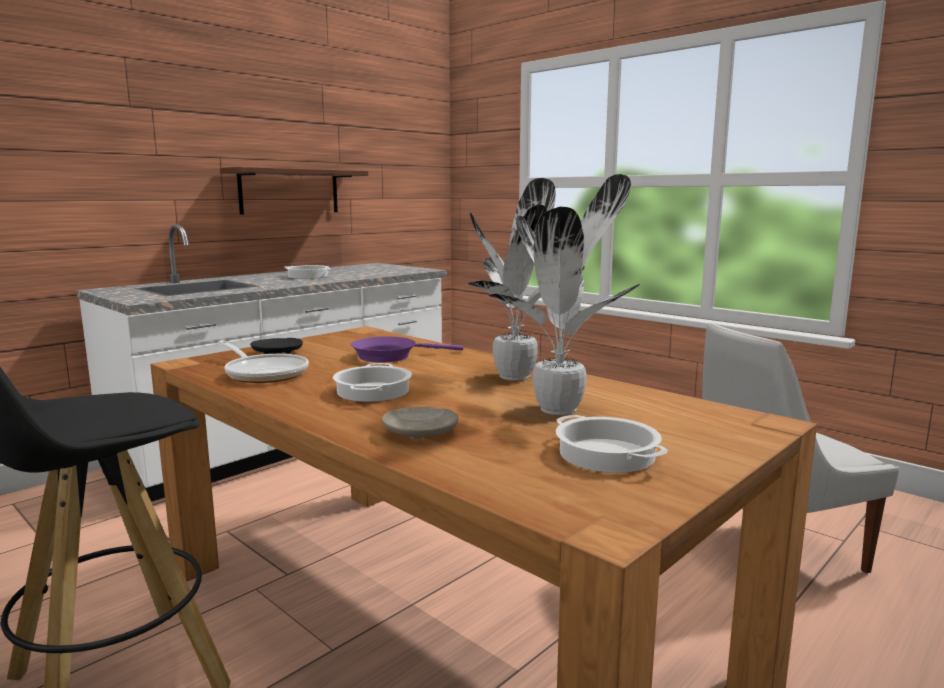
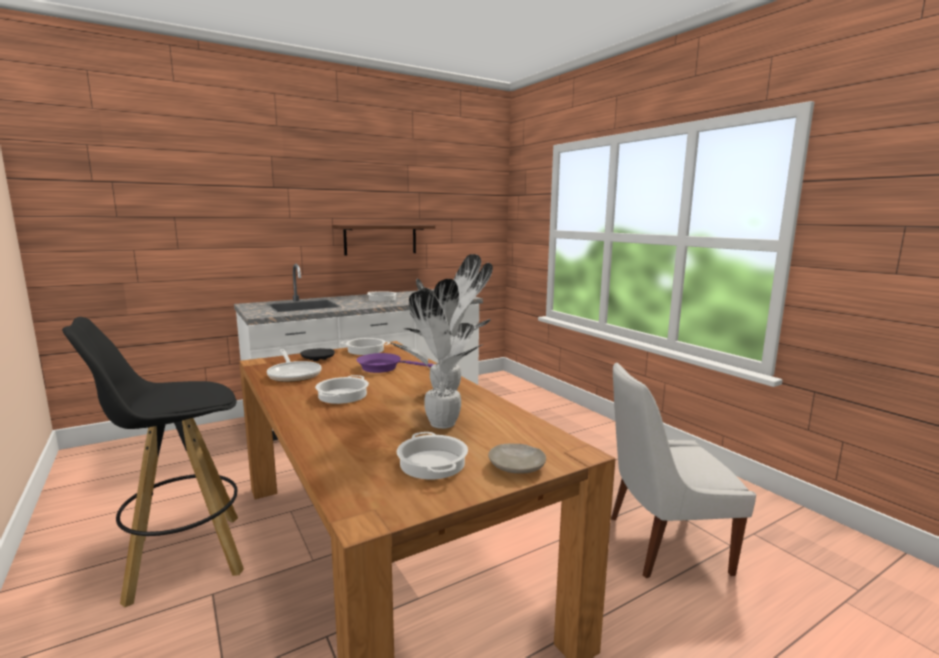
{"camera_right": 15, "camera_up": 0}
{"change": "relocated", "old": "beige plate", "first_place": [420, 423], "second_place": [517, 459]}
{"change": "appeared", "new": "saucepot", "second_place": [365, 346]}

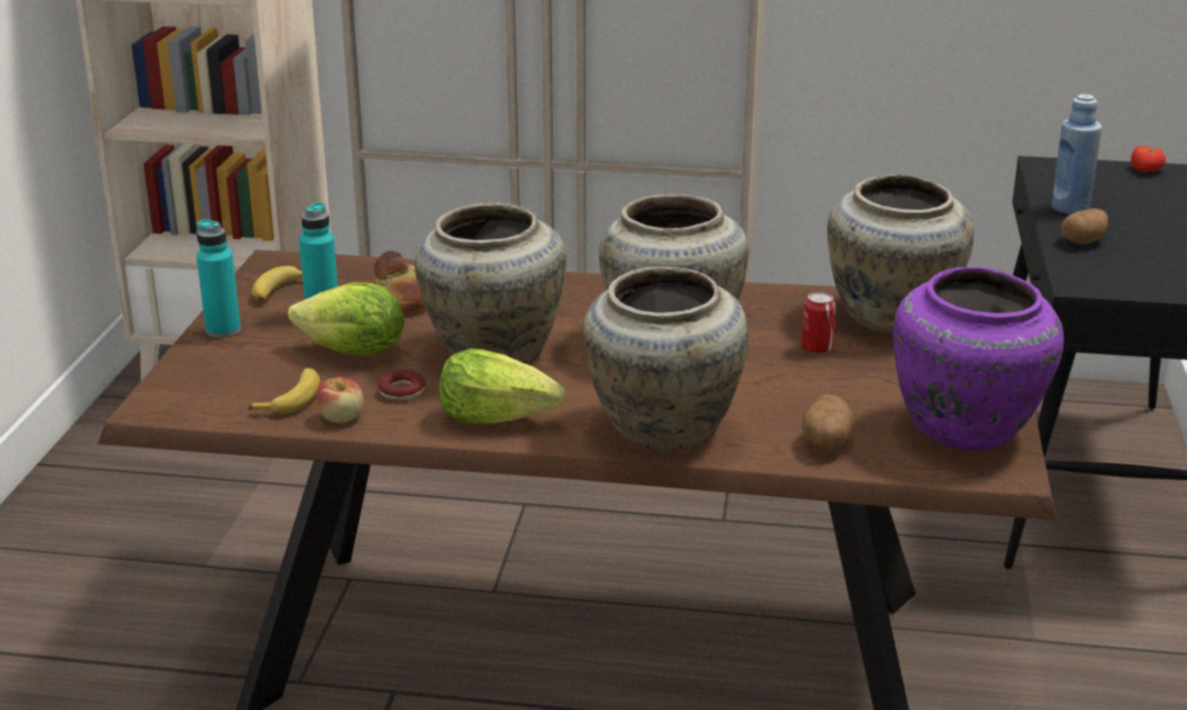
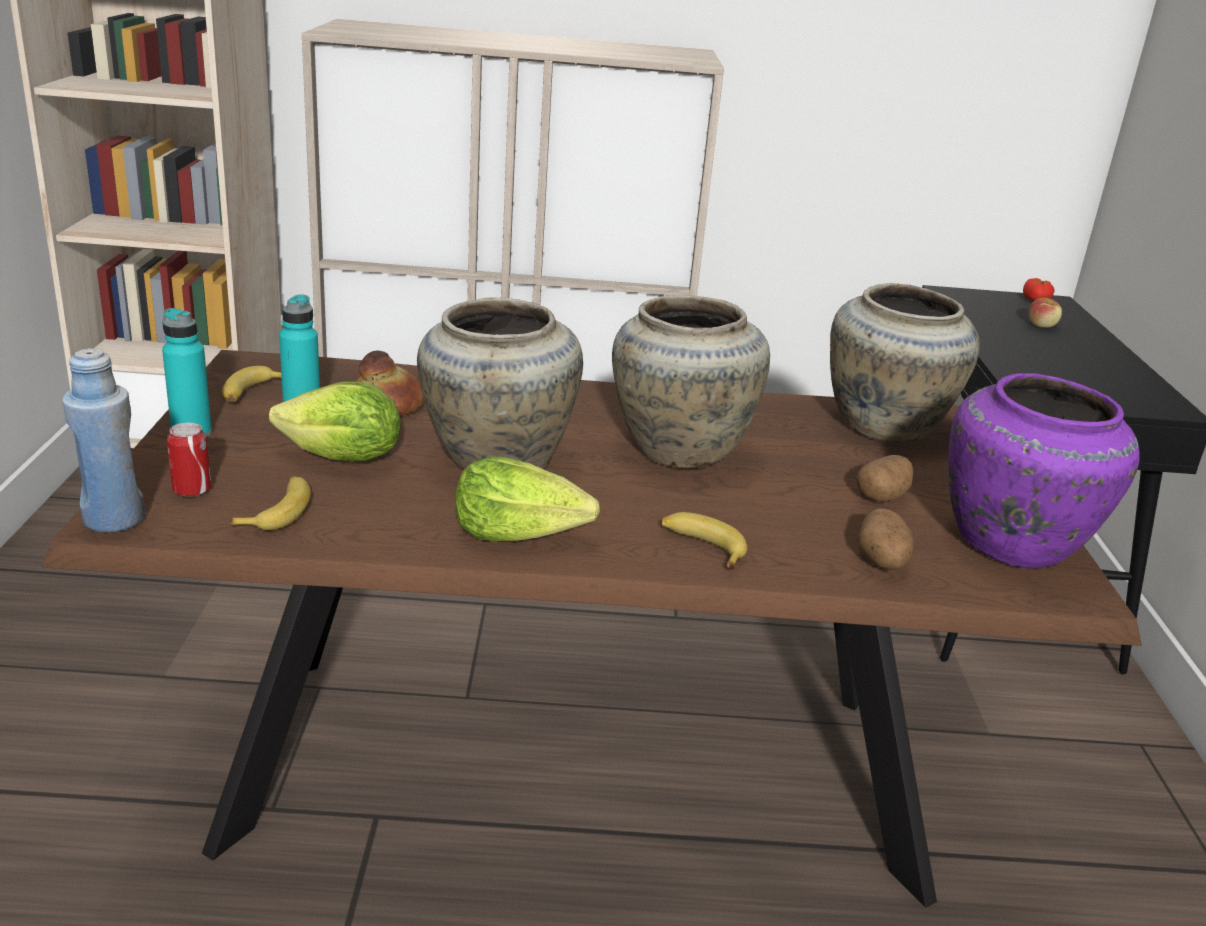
{"camera_right": -10, "camera_up": 0}
{"change": "relocated", "old": "whole apple", "first_place": [340, 400], "second_place": [1045, 312]}
{"change": "missing", "old": "donut", "first_place": [401, 385]}
{"change": "exchanged", "old": "beige decorative vase", "new": "banana", "first_place": [665, 359], "second_place": [704, 540]}
{"change": "relocated", "old": "metal can", "first_place": [818, 323], "second_place": [189, 460]}
{"change": "relocated", "old": "blue-coloured bottle", "first_place": [1076, 154], "second_place": [103, 440]}
{"change": "relocated", "old": "whole potato", "first_place": [1084, 226], "second_place": [884, 478]}

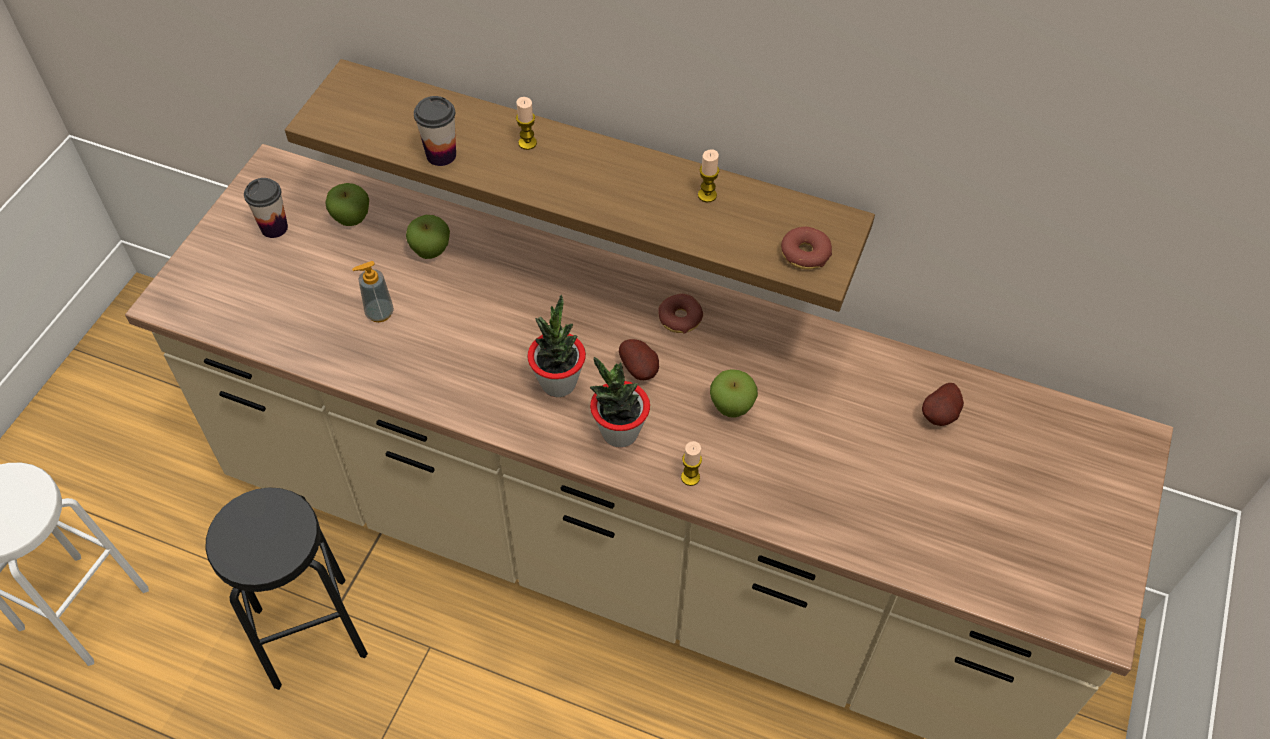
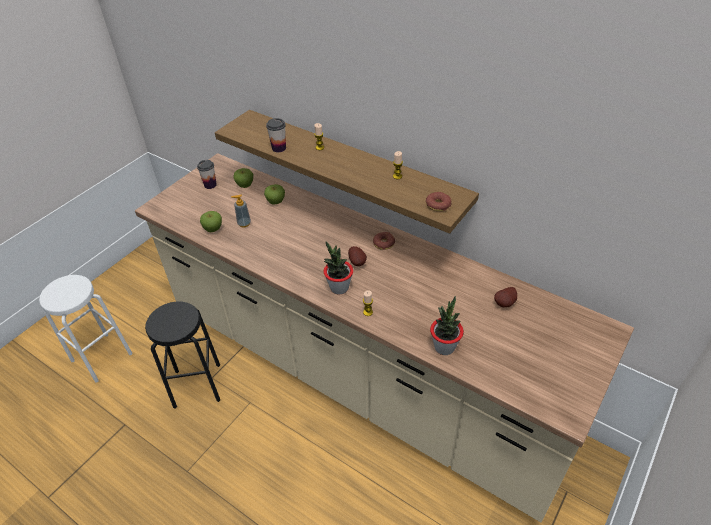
{"camera_right": 15, "camera_up": -10}
{"change": "relocated", "old": "plant in a pot", "first_place": [556, 346], "second_place": [447, 325]}
{"change": "relocated", "old": "whole apple", "first_place": [734, 393], "second_place": [211, 221]}

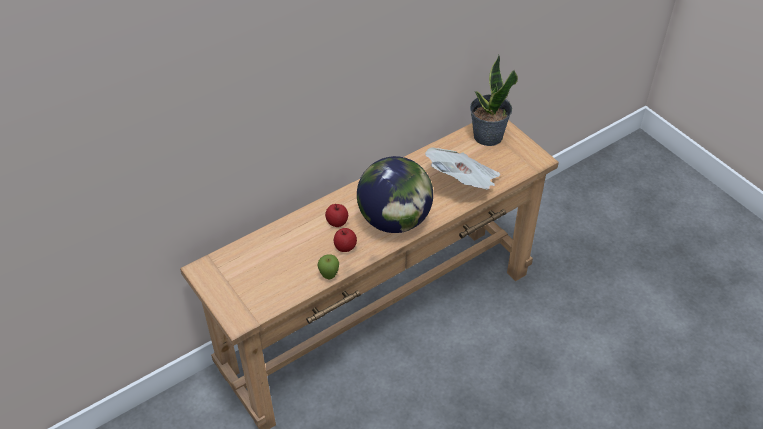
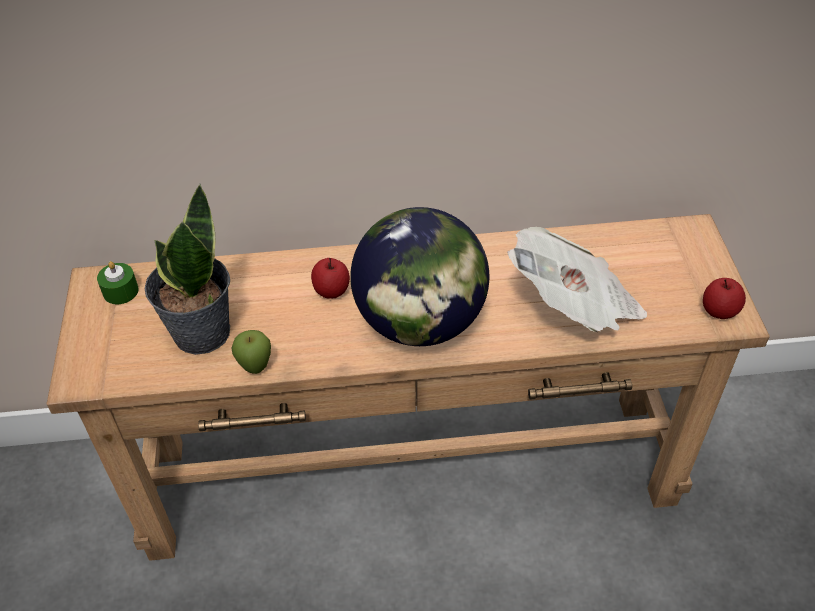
{"camera_right": 30, "camera_up": 0}
{"change": "relocated", "old": "whole apple", "first_place": [345, 240], "second_place": [724, 298]}
{"change": "relocated", "old": "plant in a pot", "first_place": [494, 100], "second_place": [187, 269]}
{"change": "appeared", "new": "green-coloured wax light", "second_place": [118, 282]}

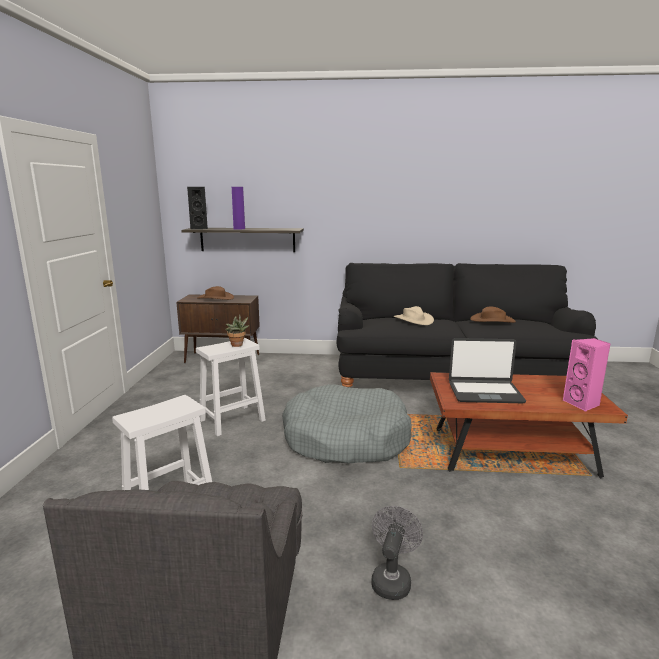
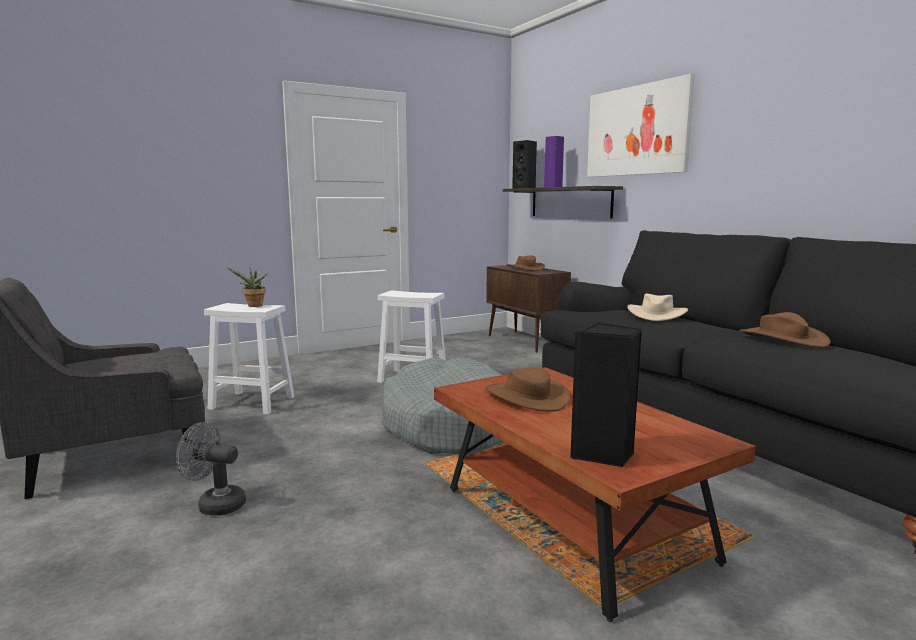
{"camera_right": 55, "camera_up": -5}
{"change": "relocated", "old": "plant in a pot", "first_place": [237, 331], "second_place": [247, 286]}
{"change": "spun", "old": "grey fan", "first_place": [397, 553], "second_place": [211, 468], "degrees": -150}
{"change": "exchanged", "old": "notebook computer", "new": "brown hat", "first_place": [487, 370], "second_place": [528, 389]}
{"change": "colour", "old": "pink-coloured speaker", "new": "black-coloured speaker", "first_place": [587, 375], "second_place": [606, 394]}
{"change": "appeared", "new": "wall art", "second_place": [641, 125]}

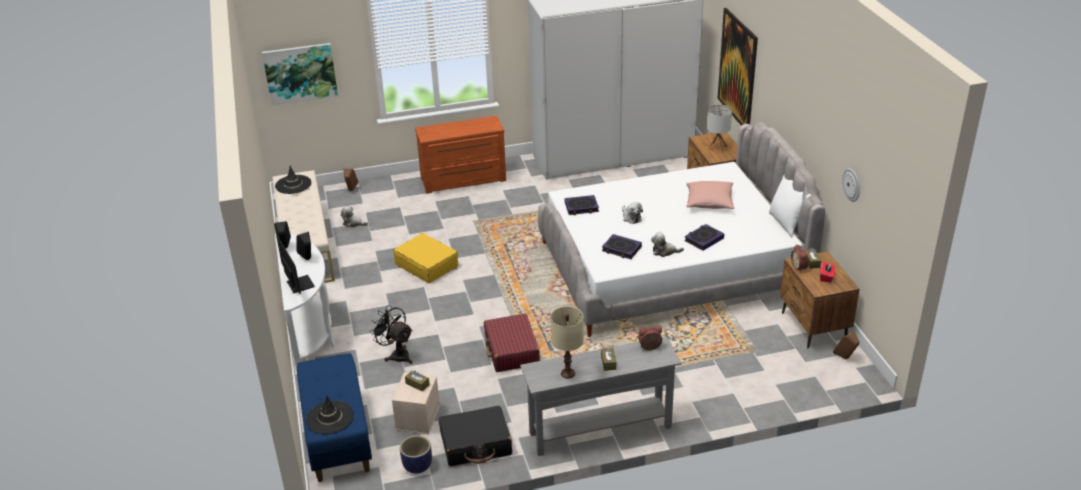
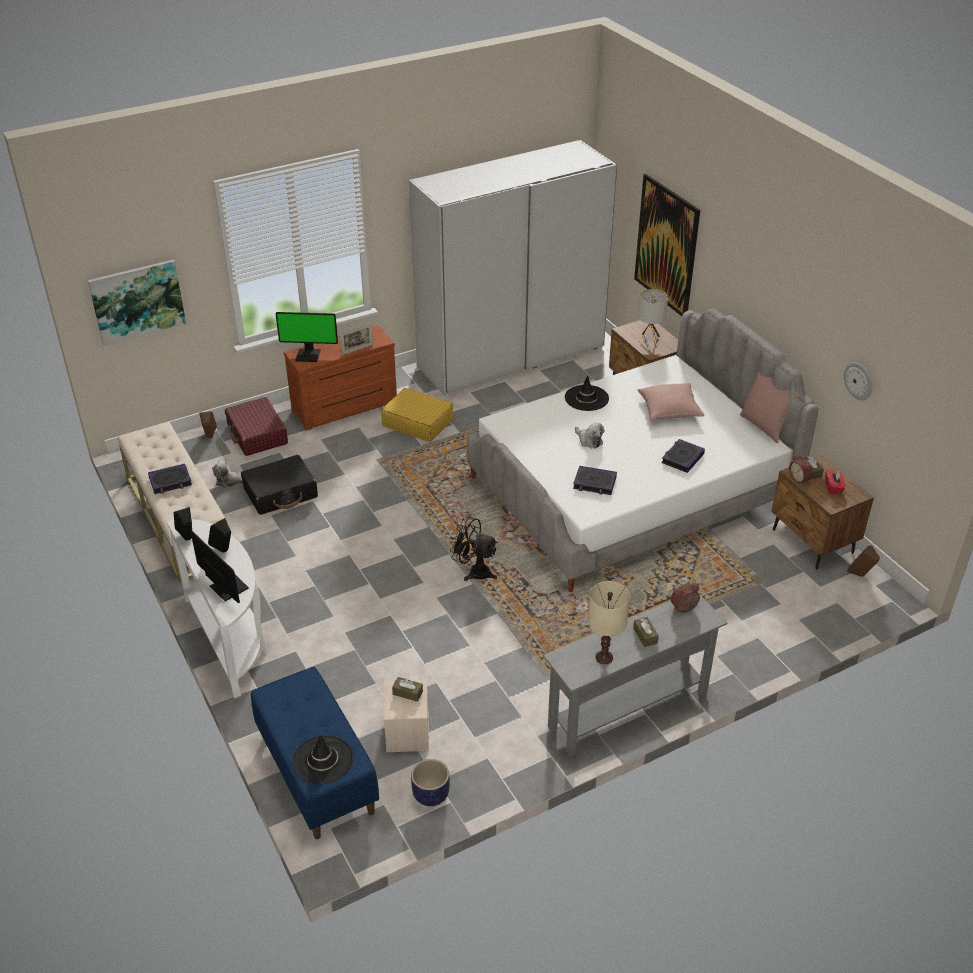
{"camera_right": -15, "camera_up": 5}
{"change": "relocated", "old": "black-coloured hat", "first_place": [293, 180], "second_place": [587, 393]}
{"change": "relocated", "old": "black-coloured fan", "first_place": [391, 334], "second_place": [474, 549]}
{"change": "relocated", "old": "yellow-coloured piece of luggage", "first_place": [425, 258], "second_place": [417, 415]}
{"change": "relocated", "old": "black-coloured piece of luggage", "first_place": [475, 436], "second_place": [279, 485]}
{"change": "relocated", "old": "reddish piece of luggage", "first_place": [512, 343], "second_place": [256, 426]}
{"change": "relocated", "old": "volume", "first_place": [582, 205], "second_place": [170, 479]}
{"change": "missing", "old": "cuddly toy", "first_place": [667, 244]}
{"change": "colour", "old": "white-coloured throw pillow", "new": "pink-coloured throw pillow", "first_place": [790, 206], "second_place": [770, 406]}
{"change": "appeared", "new": "computer display", "second_place": [306, 337]}
{"change": "appeared", "new": "picture frame", "second_place": [356, 339]}

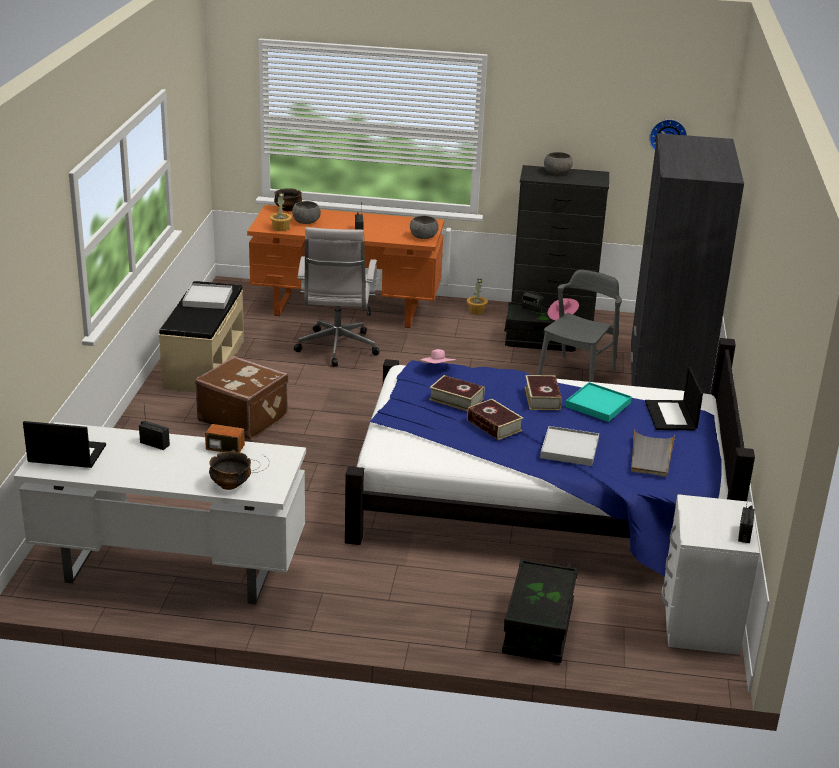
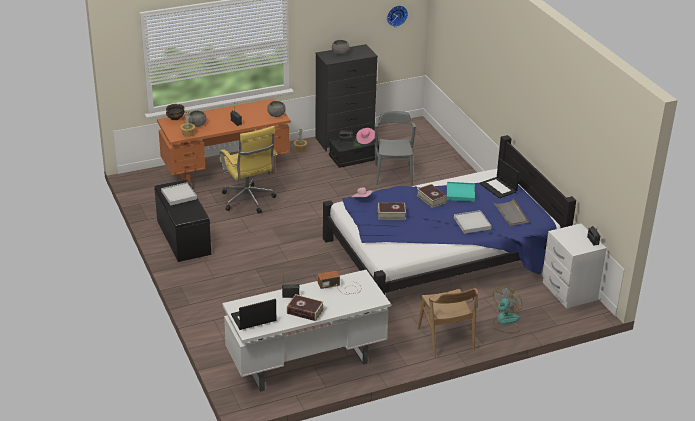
{"camera_right": -30, "camera_up": 5}
{"change": "colour", "old": "beige indoor bench", "new": "black-coloured indoor bench", "first_place": [201, 337], "second_place": [182, 221]}
{"change": "missing", "old": "brown piece of luggage", "first_place": [242, 398]}
{"change": "missing", "old": "bowl", "first_place": [230, 470]}
{"change": "colour", "old": "white-coloured office chair", "new": "yellow-coloured office chair", "first_place": [337, 297], "second_place": [248, 170]}
{"change": "relocated", "old": "volume", "first_place": [495, 419], "second_place": [305, 307]}
{"change": "exchanged", "old": "black-coloured storage bin", "new": "fan", "first_place": [540, 611], "second_place": [507, 309]}
{"change": "missing", "old": "grey clothes cupboard", "first_place": [687, 263]}
{"change": "appeared", "new": "brown chair", "second_place": [448, 323]}

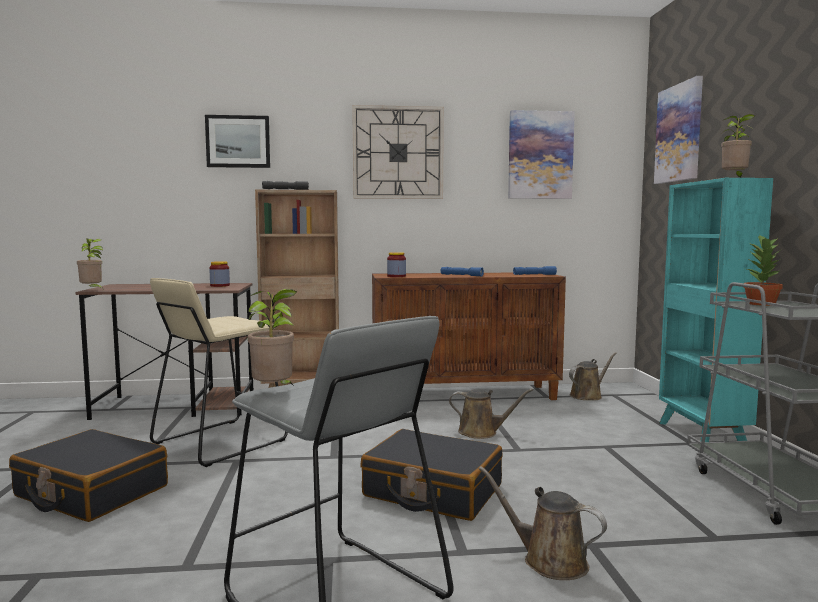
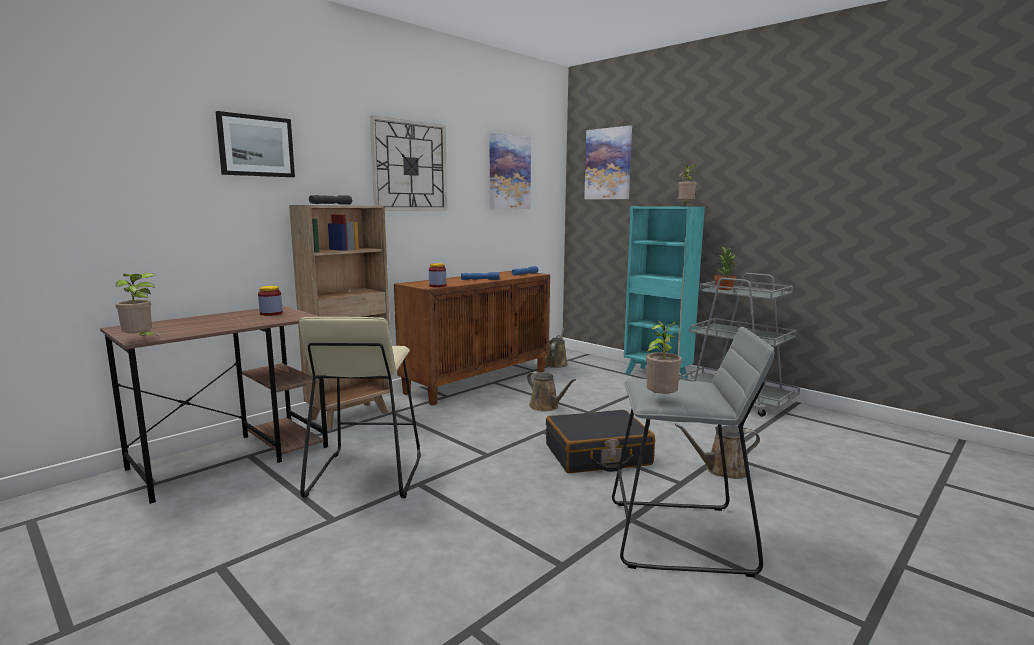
{"camera_right": -40, "camera_up": 5}
{"change": "missing", "old": "black-coloured piece of luggage", "first_place": [88, 475]}
{"change": "spun", "old": "brown watering pot", "first_place": [491, 413], "second_place": [551, 391], "degrees": 75}

